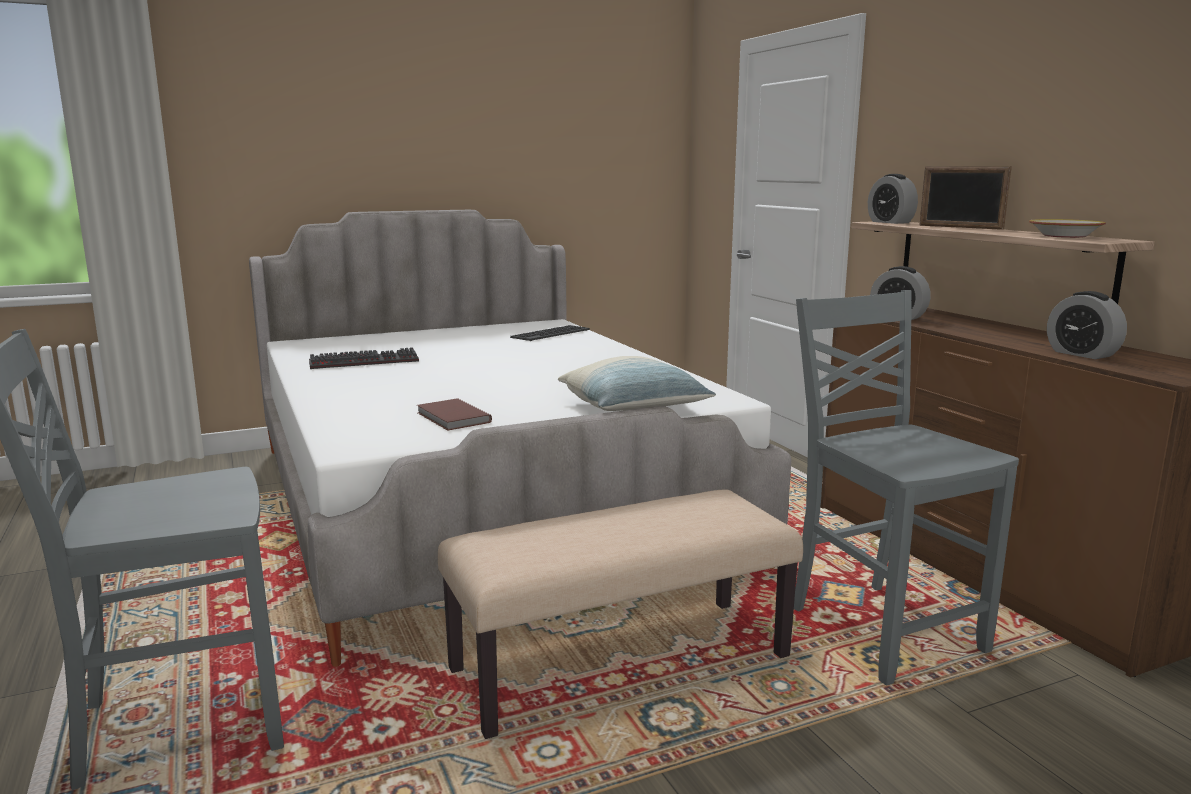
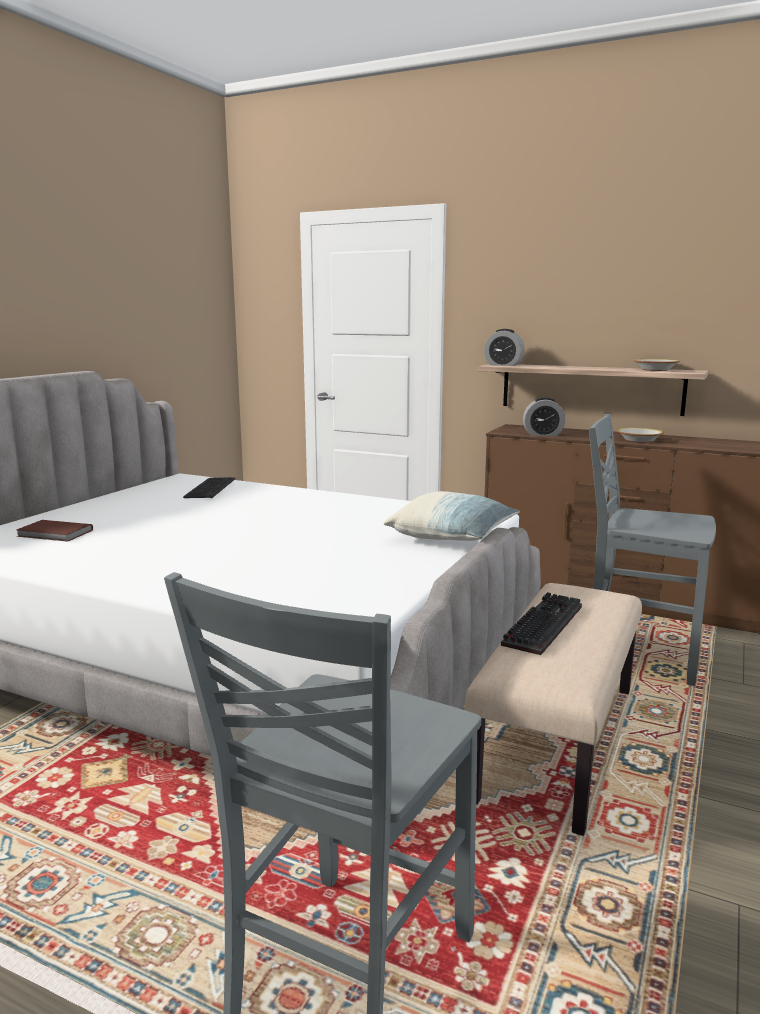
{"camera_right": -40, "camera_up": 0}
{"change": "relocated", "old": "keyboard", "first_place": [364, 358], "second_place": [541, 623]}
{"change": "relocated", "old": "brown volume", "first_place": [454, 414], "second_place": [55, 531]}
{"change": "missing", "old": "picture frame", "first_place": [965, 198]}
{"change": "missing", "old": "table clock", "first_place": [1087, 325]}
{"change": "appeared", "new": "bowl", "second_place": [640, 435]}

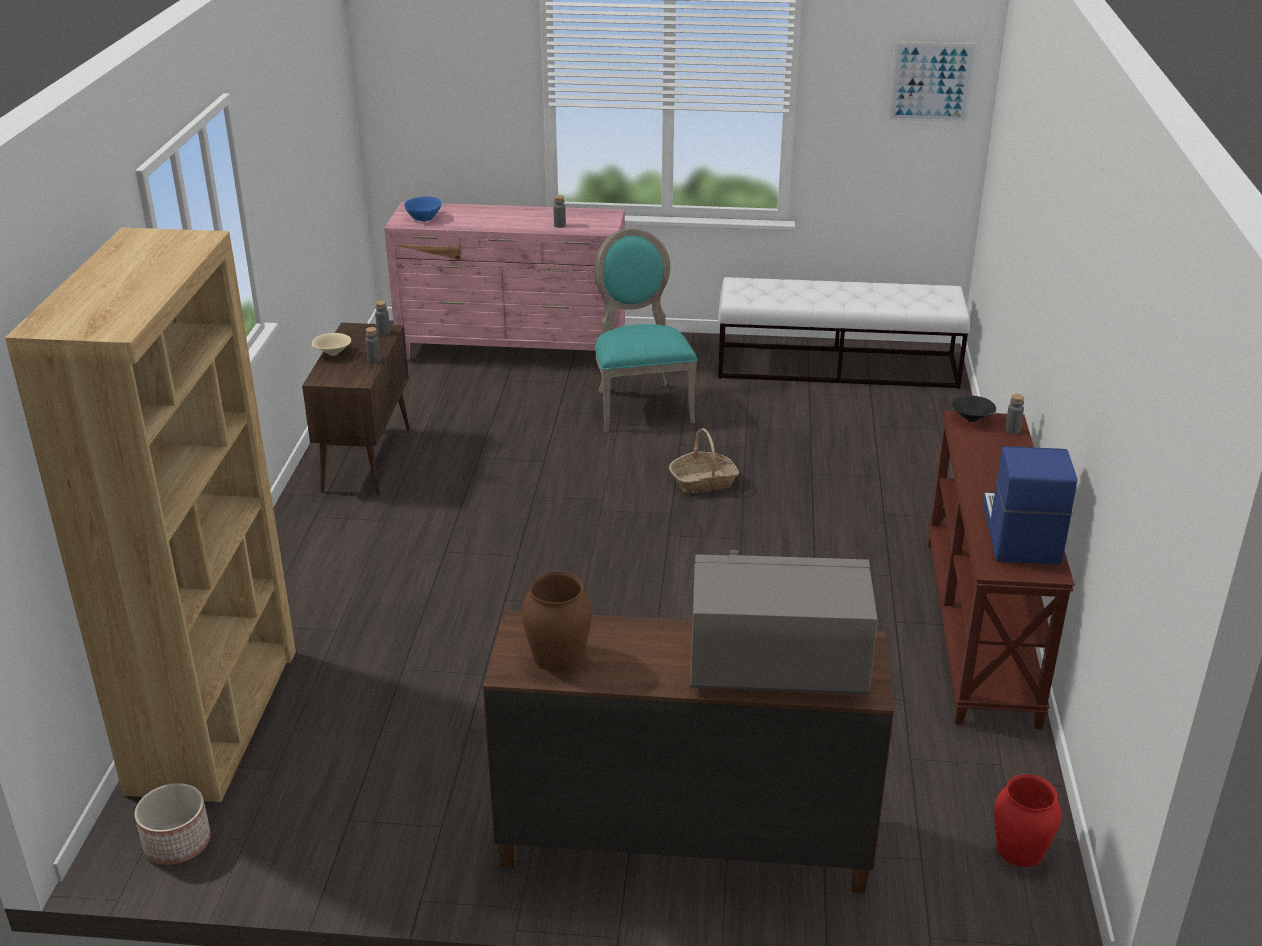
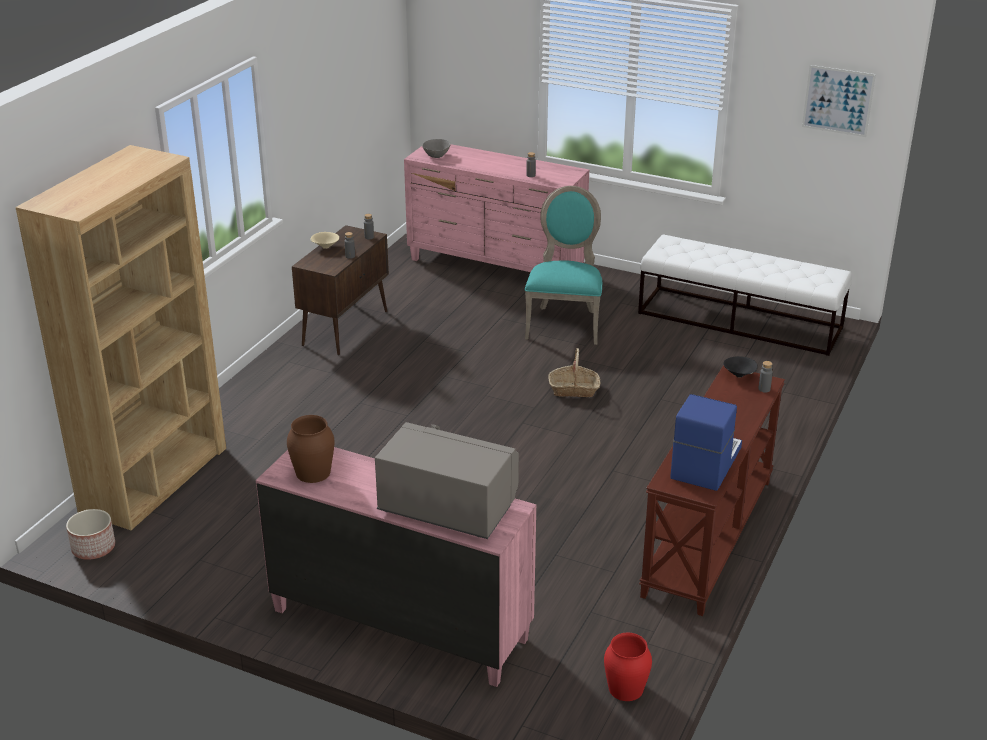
{"camera_right": 20, "camera_up": 0}
{"change": "colour", "old": "blue-coloured bowl", "new": "grey bowl", "first_place": [423, 208], "second_place": [436, 148]}
{"change": "colour", "old": "brown dresser", "new": "pink-coloured dresser", "first_place": [688, 751], "second_place": [396, 567]}

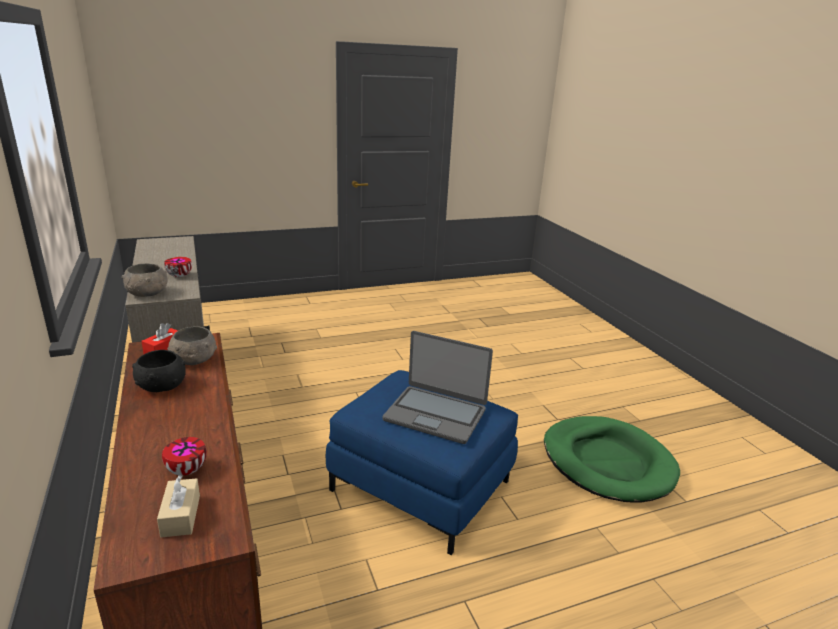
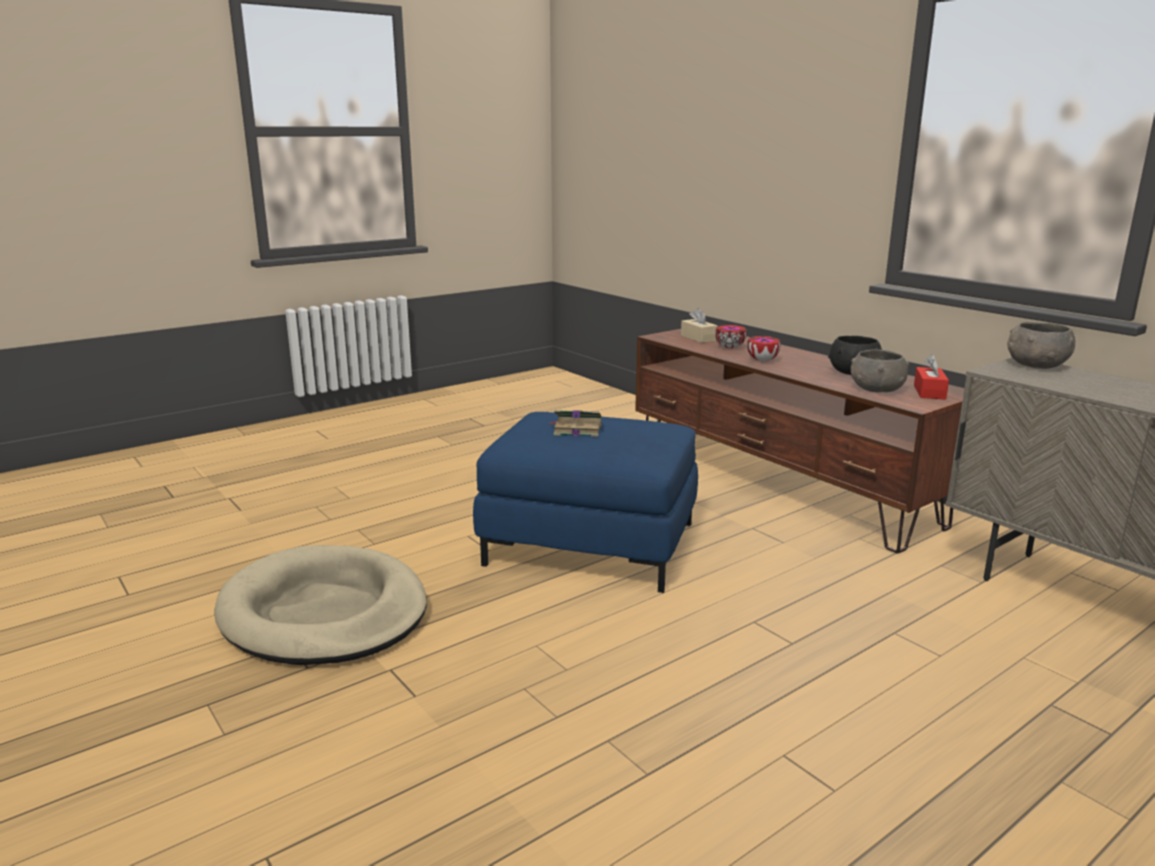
{"camera_right": 165, "camera_up": -5}
{"change": "relocated", "old": "bowl", "first_place": [178, 267], "second_place": [764, 348]}
{"change": "exchanged", "old": "notebook computer", "new": "volume", "first_place": [438, 387], "second_place": [575, 423]}
{"change": "colour", "old": "green-coloured pet bed", "new": "beige pet bed", "first_place": [612, 459], "second_place": [320, 605]}

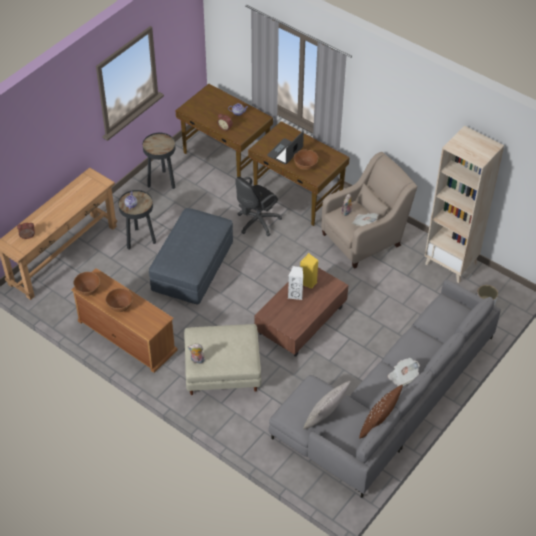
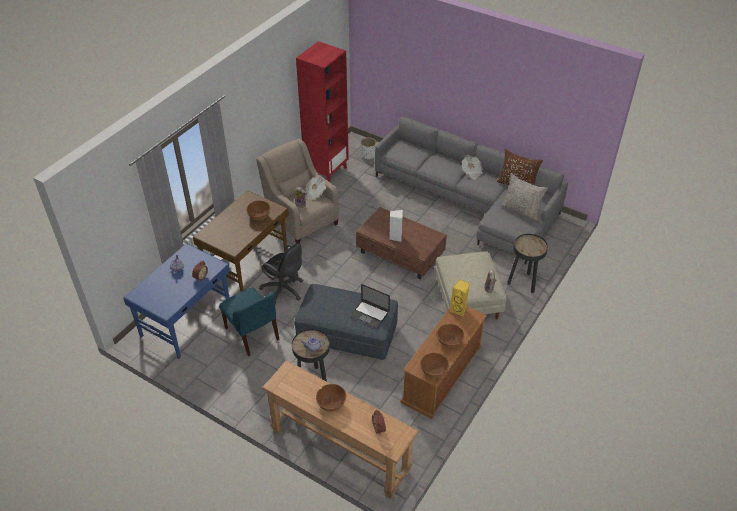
{"camera_right": -95, "camera_up": -5}
{"change": "relocated", "old": "black-coloured side table", "first_place": [159, 161], "second_place": [527, 263]}
{"change": "colour", "old": "brown desk", "new": "blue-coloured desk", "first_place": [224, 130], "second_place": [176, 301]}
{"change": "relocated", "old": "notebook computer", "first_place": [285, 147], "second_place": [370, 306]}
{"change": "relocated", "old": "yellow-coloured speaker", "first_place": [309, 271], "second_place": [460, 298]}
{"change": "colour", "old": "beige shelving unit", "new": "reddish shelving unit", "first_place": [464, 204], "second_place": [322, 111]}
{"change": "appeared", "new": "blue-coloured chair", "second_place": [249, 321]}
{"change": "appeared", "new": "brown bowl", "second_place": [331, 398]}

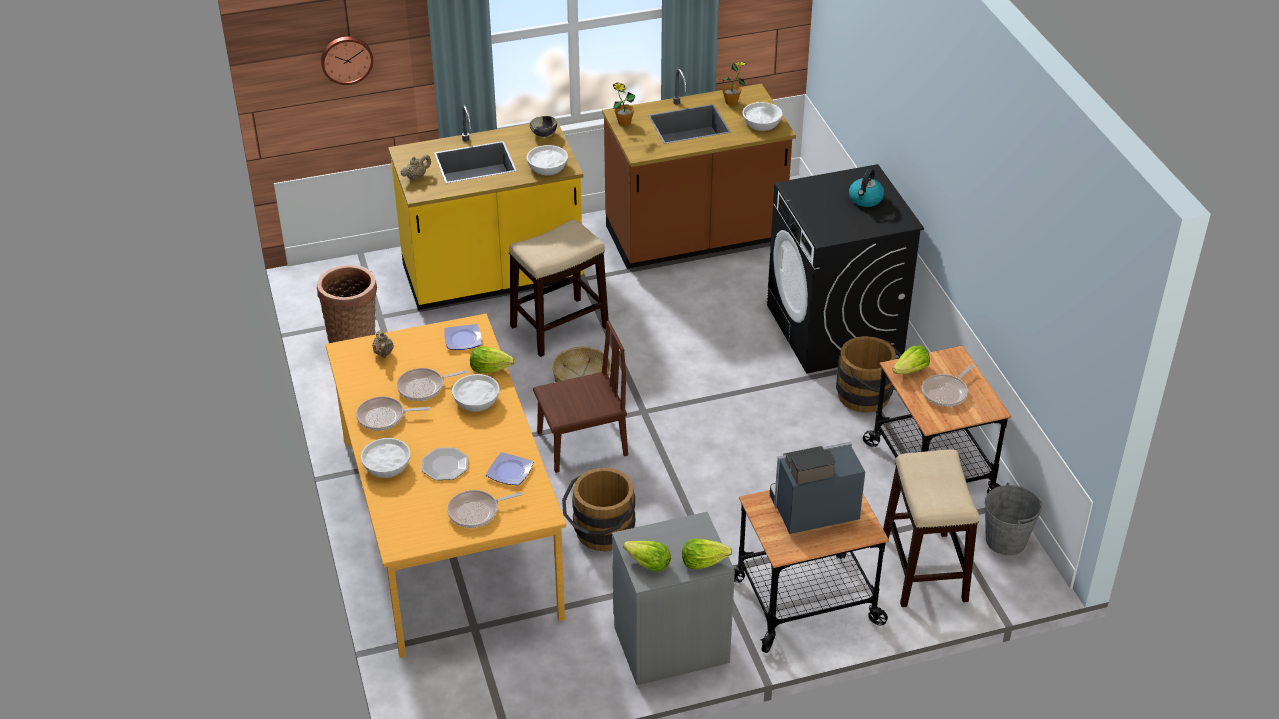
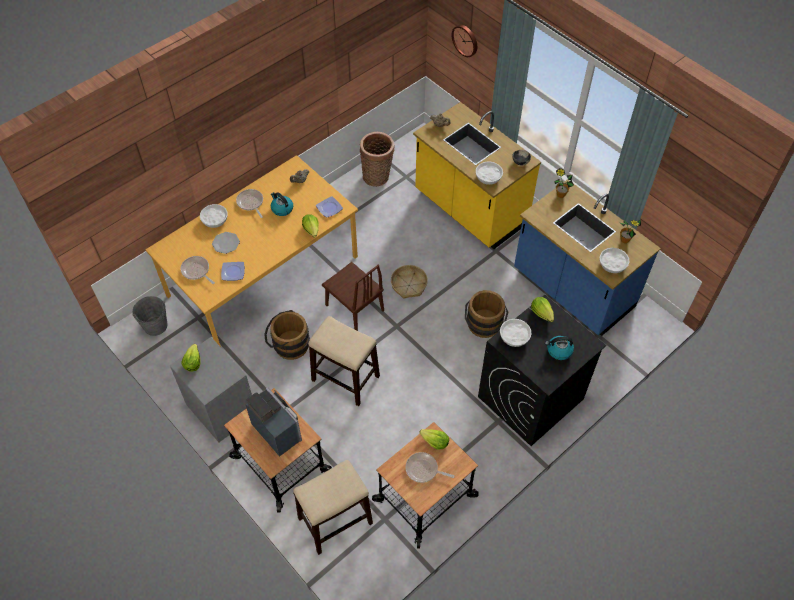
{"camera_right": 65, "camera_up": 15}
{"change": "exchanged", "old": "skillet", "new": "water kettle", "first_place": [432, 384], "second_place": [282, 204]}
{"change": "relocated", "old": "white-coloured bowl", "first_place": [476, 393], "second_place": [516, 333]}
{"change": "relocated", "old": "sitting stool", "first_place": [559, 288], "second_place": [344, 361]}
{"change": "colour", "old": "brown kitchen counter", "new": "blue-coloured kitchen counter", "first_place": [699, 169], "second_place": [587, 257]}
{"change": "relocated", "old": "lettuce", "first_place": [707, 554], "second_place": [542, 309]}
{"change": "relocated", "old": "brown bucket", "first_place": [869, 374], "second_place": [486, 314]}
{"change": "relocated", "old": "grey bucket", "first_place": [1013, 518], "second_place": [149, 316]}

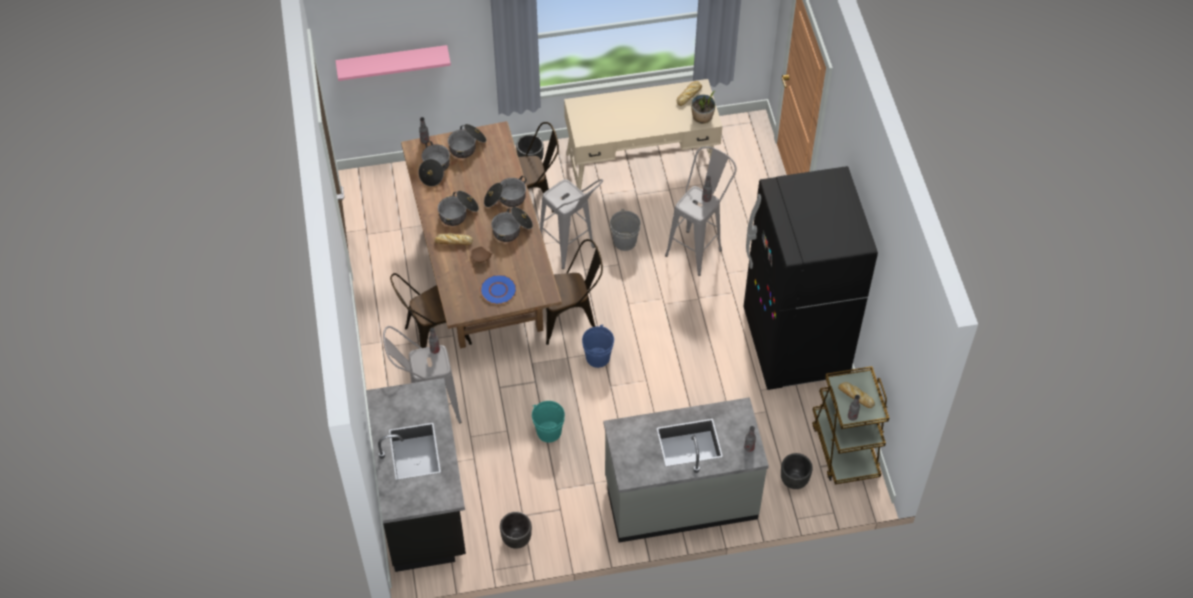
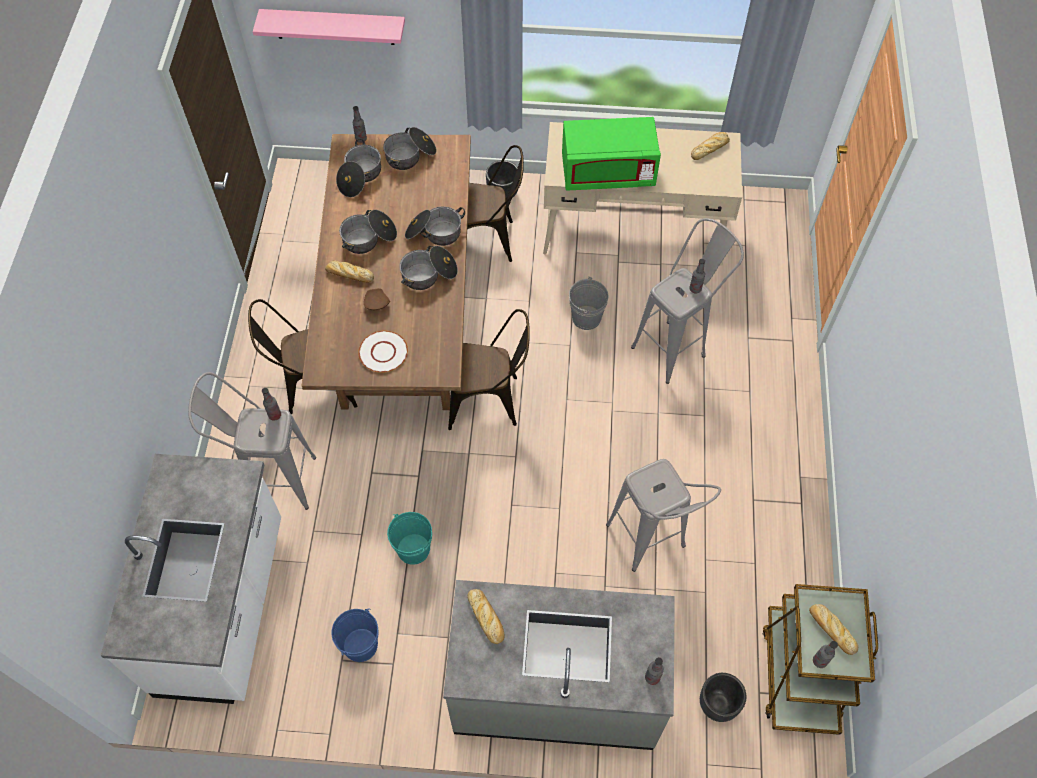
{"camera_right": 15, "camera_up": 5}
{"change": "colour", "old": "black-coloured kitchen counter", "new": "white-coloured kitchen counter", "first_place": [416, 475], "second_place": [191, 579]}
{"change": "colour", "old": "blue-coloured plate", "new": "white-coloured plate", "first_place": [498, 289], "second_place": [383, 351]}
{"change": "missing", "old": "black-coloured plant pot", "first_place": [516, 530]}
{"change": "relocated", "old": "grey sitting stool", "first_place": [571, 224], "second_place": [663, 515]}
{"change": "relocated", "old": "blue-coloured bucket", "first_place": [598, 346], "second_place": [354, 635]}
{"change": "missing", "old": "plant in a pot", "first_place": [703, 107]}
{"change": "missing", "old": "black-coloured kitchen fridge", "first_place": [810, 278]}
{"change": "appeared", "new": "bakery bread", "second_place": [486, 616]}
{"change": "appeared", "new": "green-coloured microwave", "second_place": [611, 154]}

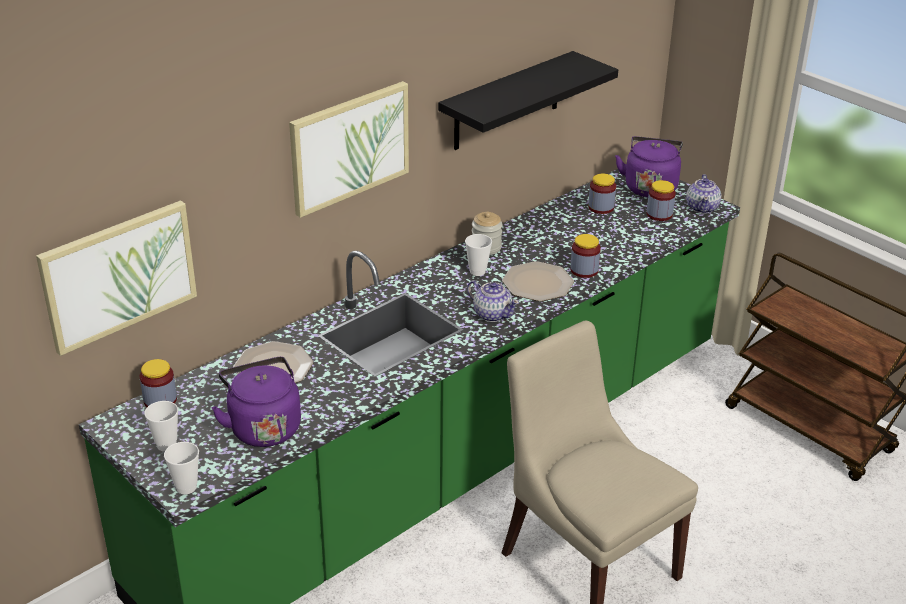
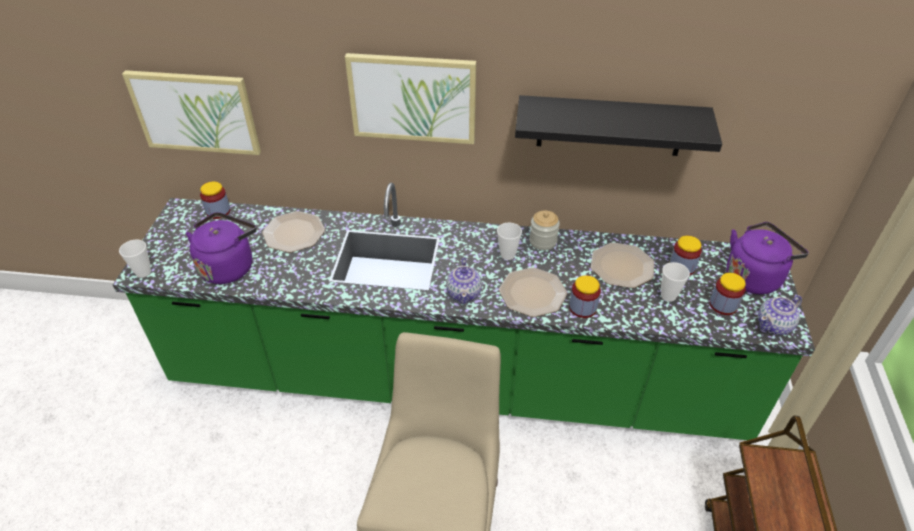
{"camera_right": 50, "camera_up": 10}
{"change": "relocated", "old": "drinking cup", "first_place": [161, 426], "second_place": [675, 282]}
{"change": "appeared", "new": "plate", "second_place": [622, 265]}

